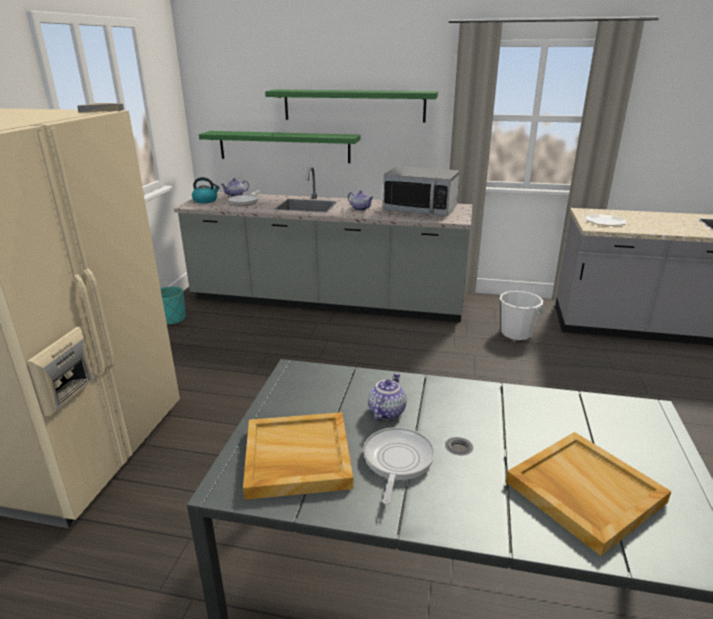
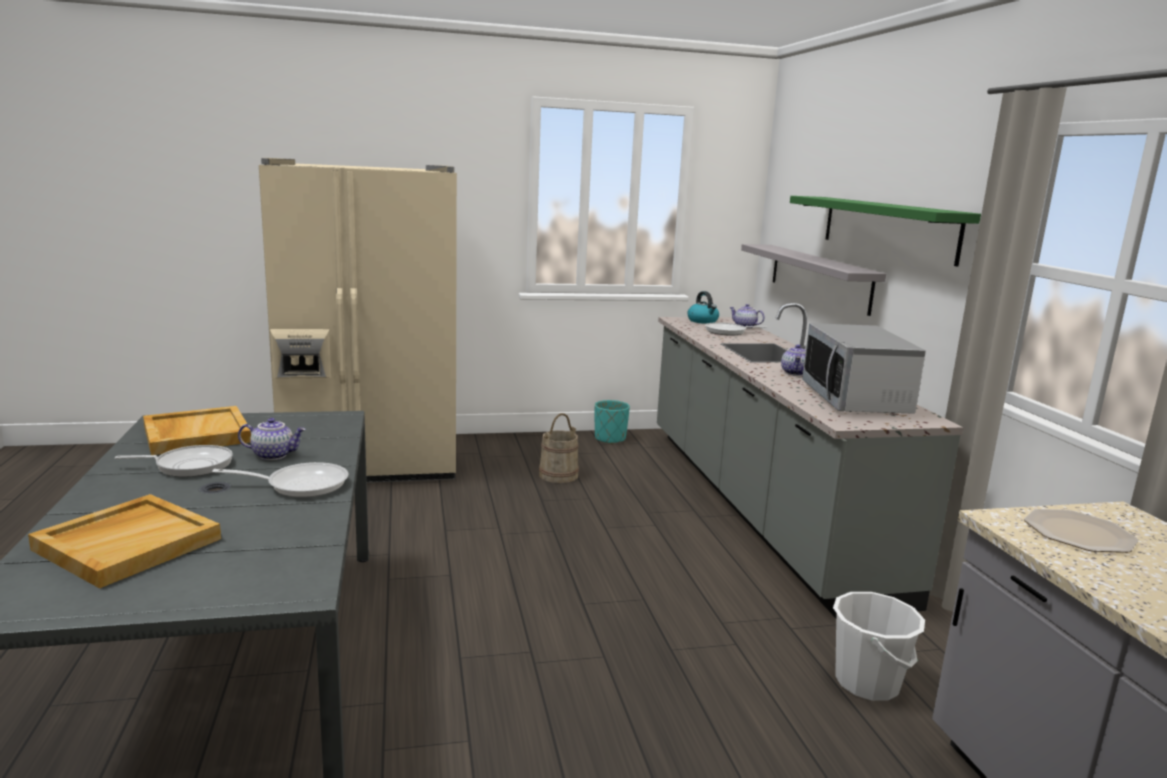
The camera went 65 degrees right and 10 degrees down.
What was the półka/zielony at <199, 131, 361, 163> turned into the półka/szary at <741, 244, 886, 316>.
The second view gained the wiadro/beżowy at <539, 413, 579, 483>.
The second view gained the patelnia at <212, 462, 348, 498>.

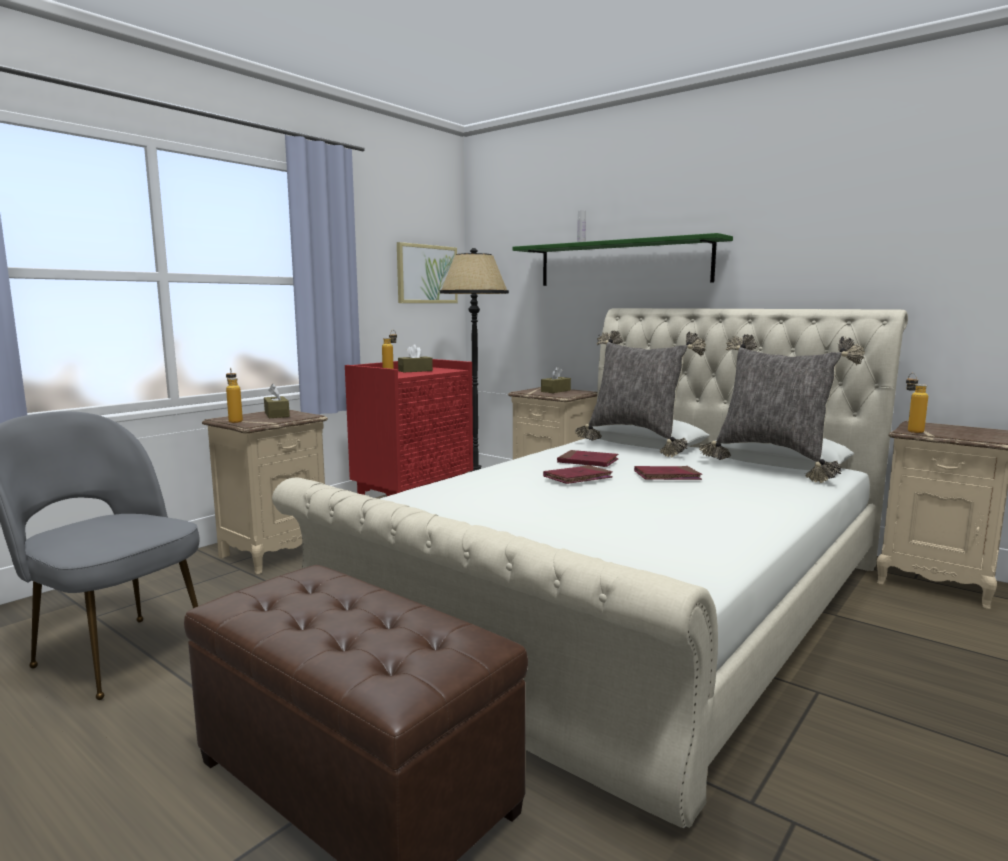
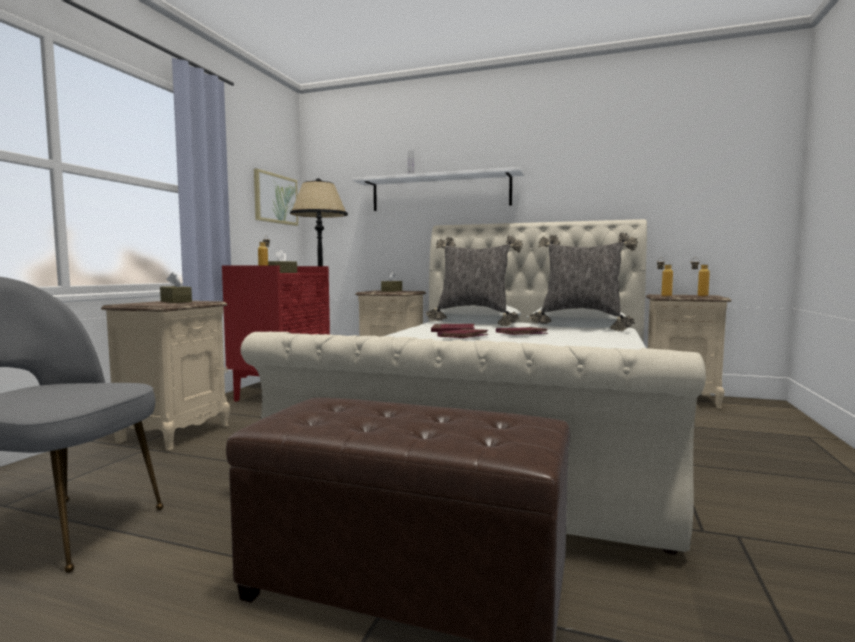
The camera went 20 degrees left and 5 degrees down.
What was the półka/zielony at <513, 233, 733, 286> turned into the półka/biały at <352, 167, 524, 211>.
The butelka ended up elsewhere, having gone from <226, 368, 243, 423> to <691, 258, 710, 296>.

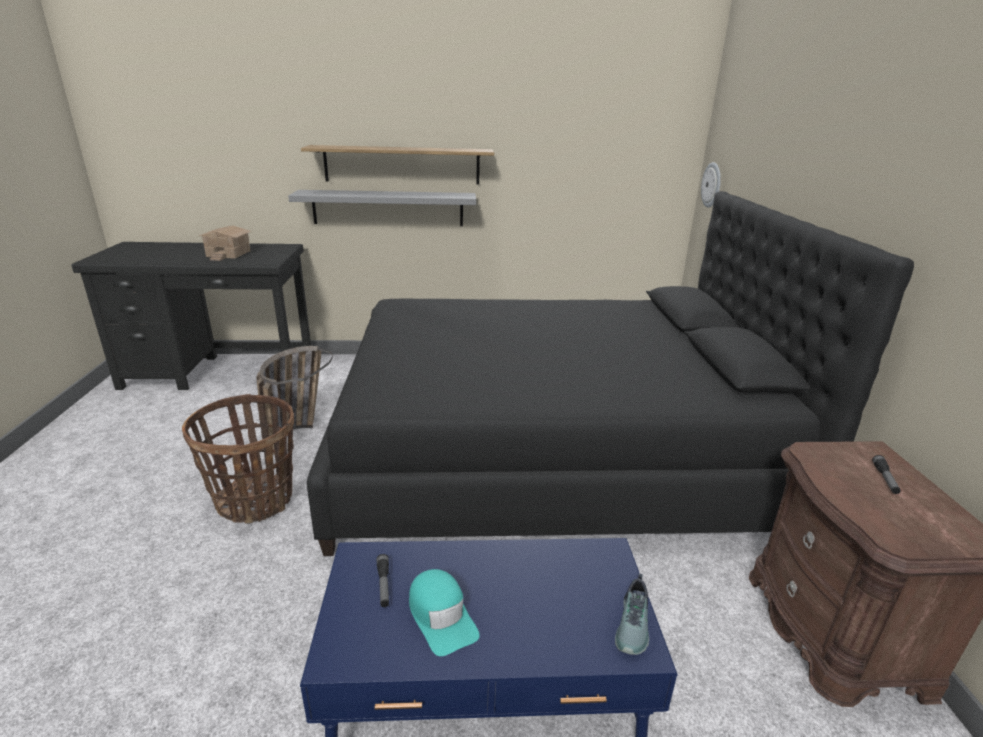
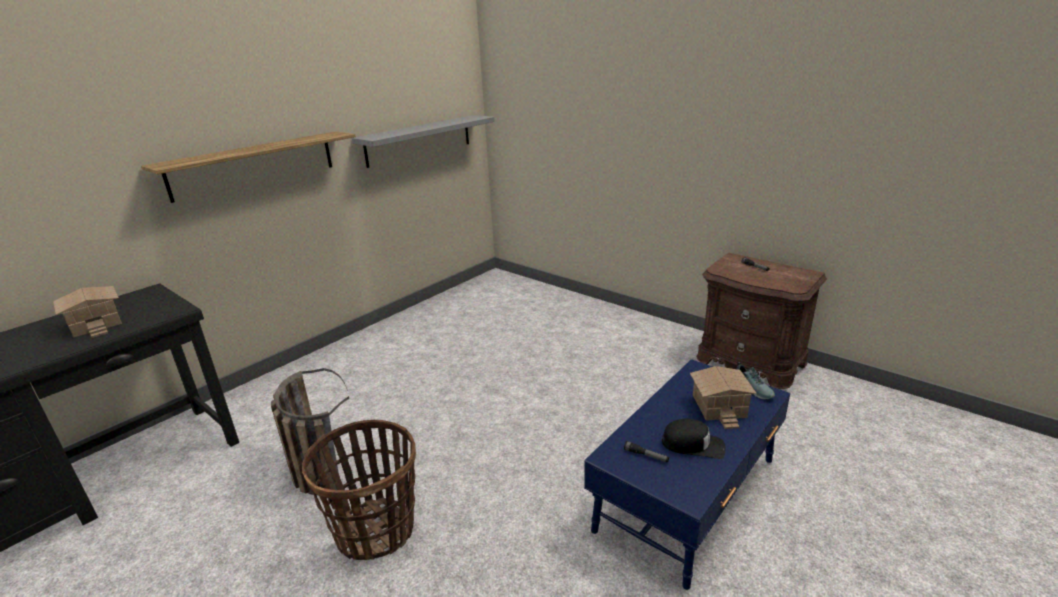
The camera went 45 degrees left and 0 degrees up.
The second view lost the zegar ścienny at <701, 162, 721, 208>.
The półka/szary ended up elsewhere, having gone from <288, 190, 476, 226> to <352, 115, 495, 168>.
The second view lost the łóżko/czarny at <307, 191, 914, 556>.
What was the czapka z daszkiem/turkusowy at <409, 569, 480, 656> turned into the czapka z daszkiem/czarny at <662, 419, 725, 459>.
The second view gained the domek at <690, 366, 757, 429>.

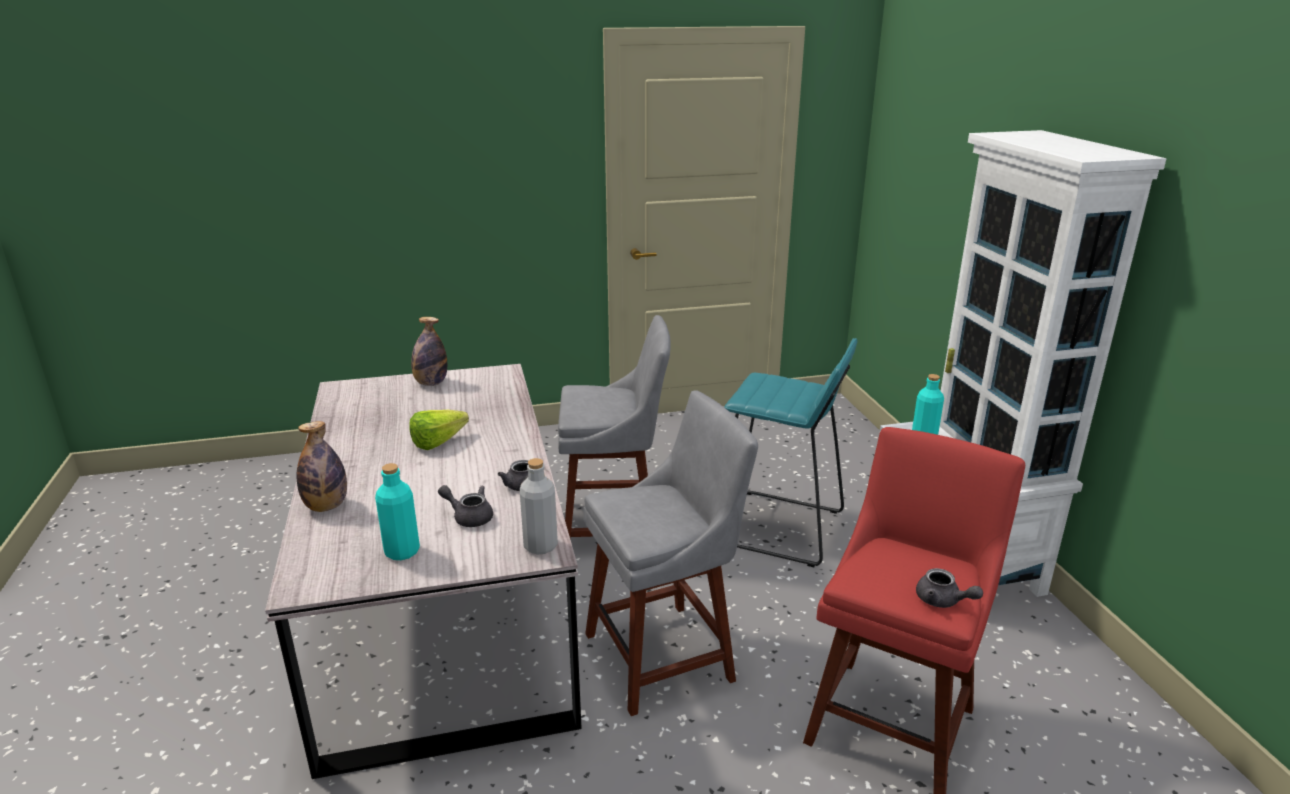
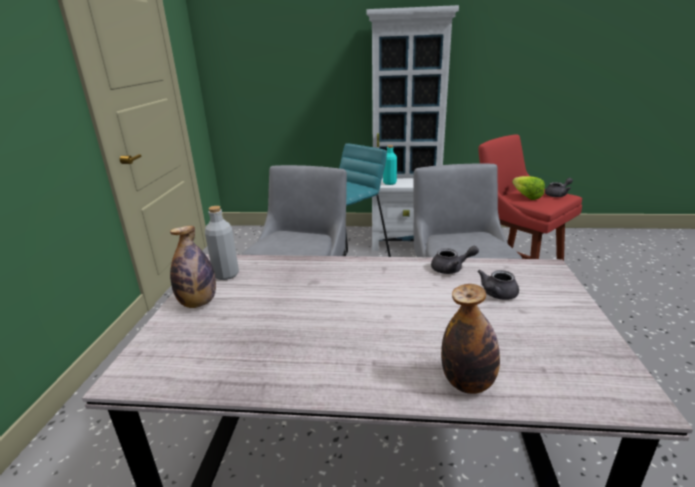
The camera went 70 degrees left and 0 degrees up.
The sałata ended up elsewhere, having gone from <409, 410, 469, 450> to <512, 176, 545, 200>.
The butelka/szary ended up elsewhere, having gone from <520, 458, 558, 555> to <205, 206, 239, 280>.
The second view lost the butelka/turkusowy at <375, 463, 420, 560>.

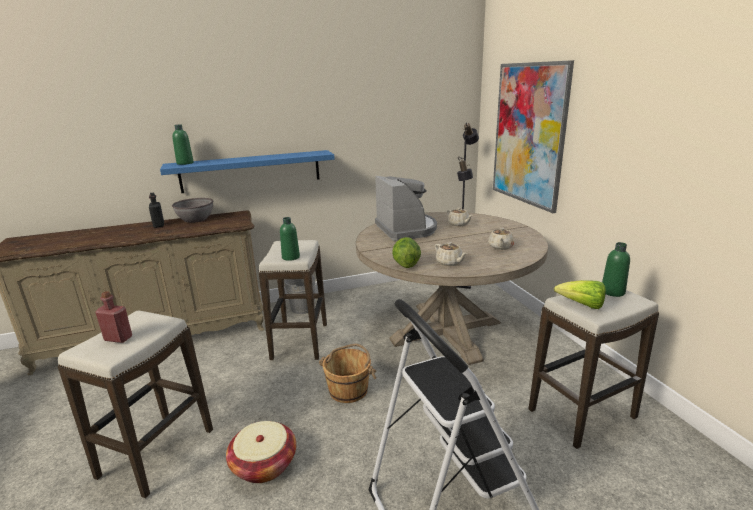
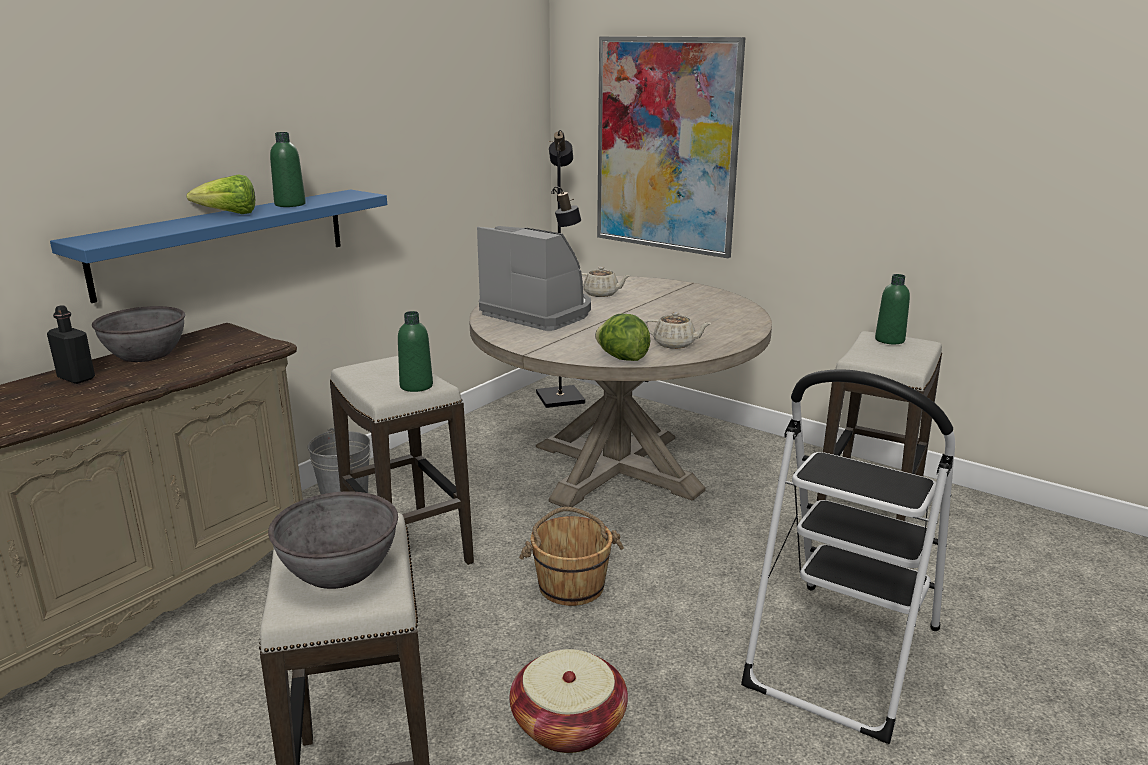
The camera went 35 degrees left and 0 degrees up.
The butelka/zielony ended up elsewhere, having gone from <172, 125, 194, 165> to <270, 132, 306, 207>.
The second view lost the imbryk/beżowy at <488, 228, 515, 250>.
The sałata ended up elsewhere, having gone from <554, 280, 606, 309> to <186, 174, 255, 214>.
Where the butelka/czerwony stood at <95, 291, 132, 343>, the miska/szary came to stand at <268, 491, 398, 589>.

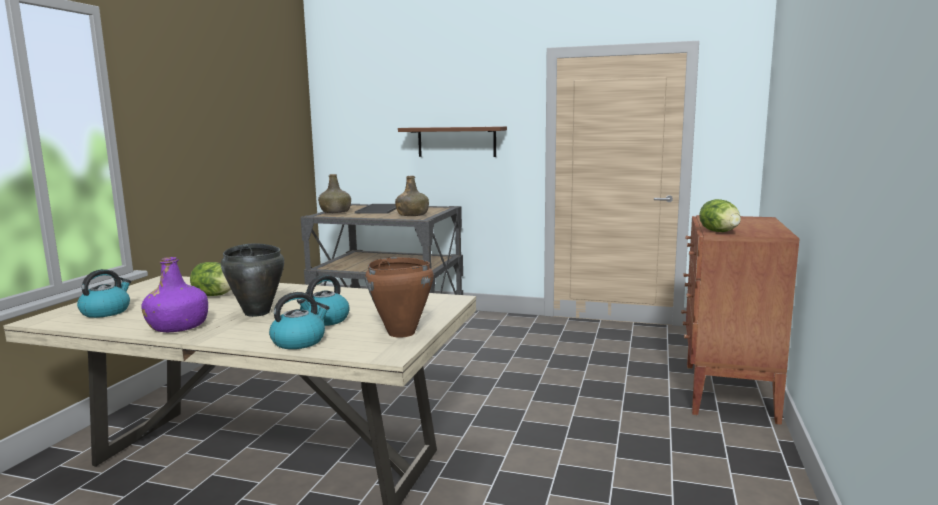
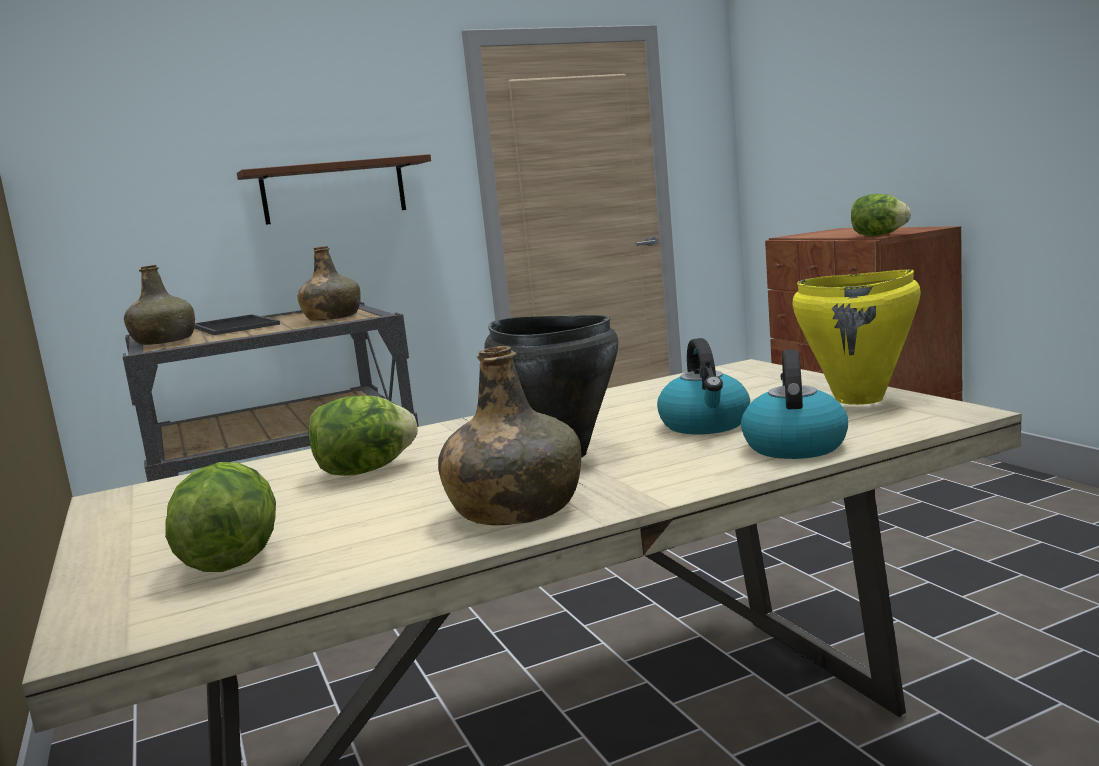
The camera went 40 degrees left and 0 degrees up.
What was the butelka/fioletowy at <141, 257, 208, 332> turned into the butelka/zielony at <438, 346, 581, 526>.
What was the garnek/brązowy at <365, 257, 434, 338> turned into the garnek/żółty at <793, 269, 921, 405>.
Where the czajnik stood at <77, 269, 131, 318>, the sałata came to stand at <165, 462, 276, 572>.

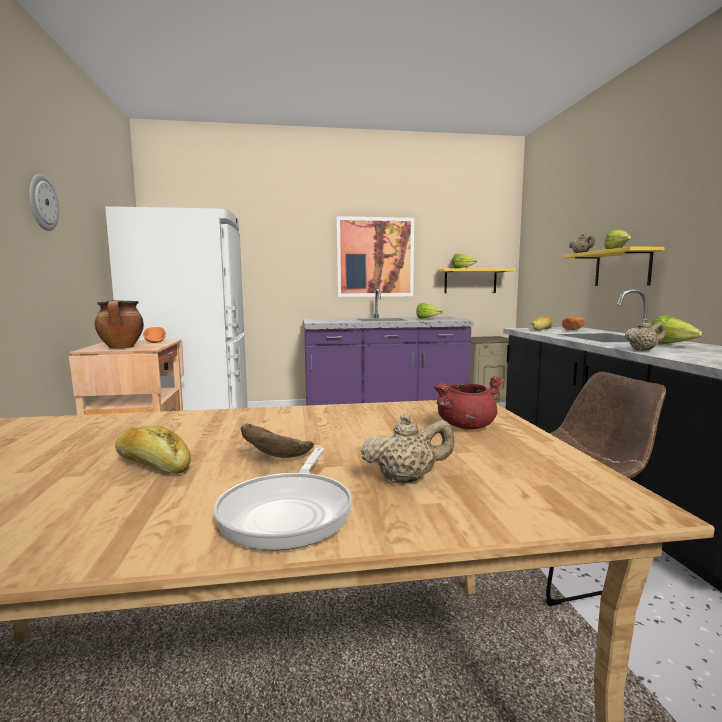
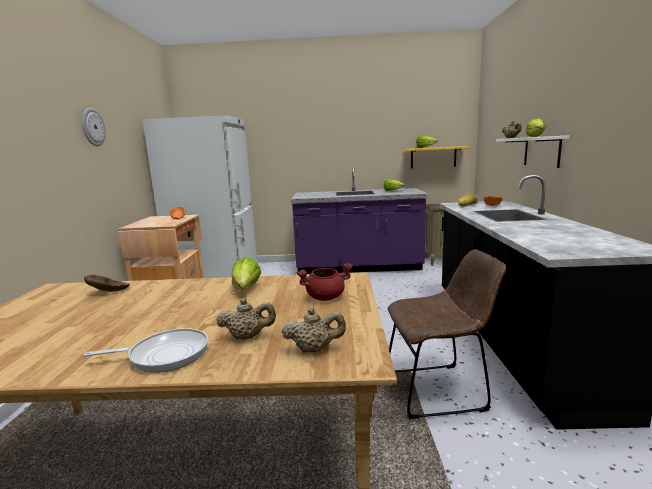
The camera went 10 degrees right and 5 degrees up.
The second view lost the obraz at <336, 216, 414, 297>.
What was the półka/żółty at <563, 246, 665, 286> turned into the półka/biały at <496, 136, 569, 168>.
The second view lost the garnek at <95, 300, 144, 349>.
The sałata ended up elsewhere, having gone from <651, 315, 702, 344> to <232, 257, 261, 290>.
The imbryk/beżowy ended up elsewhere, having gone from <625, 318, 666, 351> to <282, 308, 346, 353>.
The miska/brązowy ended up elsewhere, having gone from <241, 423, 314, 458> to <84, 275, 130, 292>.
The second view lost the chleb at <115, 426, 191, 474>.
The patelnia at <214, 448, 352, 551> ended up facing another way, 120 degrees counterclockwise from before.

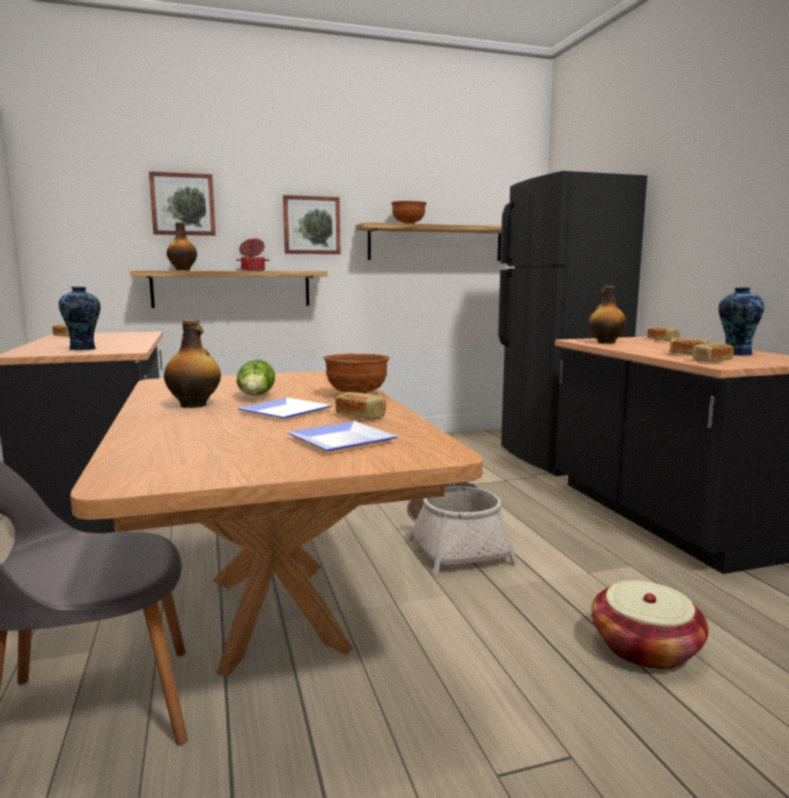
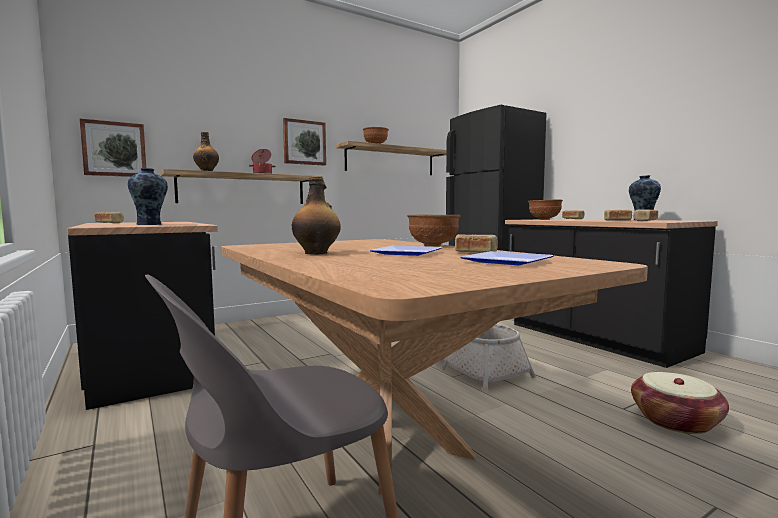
The camera went 15 degrees left and 5 degrees down.
The obraz ended up elsewhere, having gone from <149, 171, 216, 236> to <80, 118, 146, 177>.
Where the butelka stood at <589, 285, 626, 344>, the miska/brązowy came to stand at <528, 200, 563, 220>.
The second view lost the sałata at <236, 360, 275, 396>.

